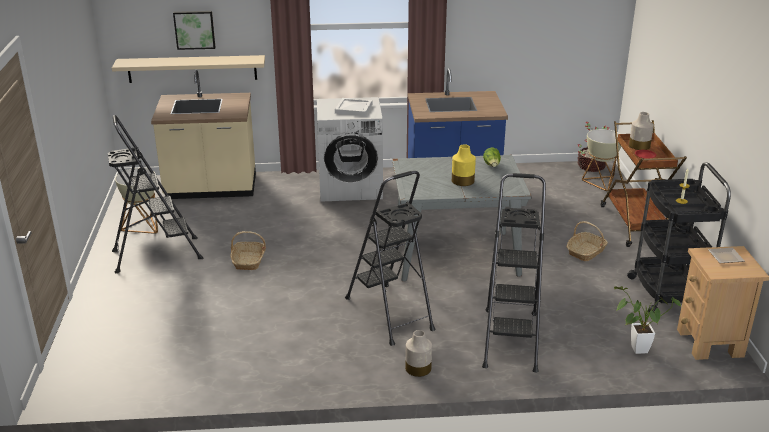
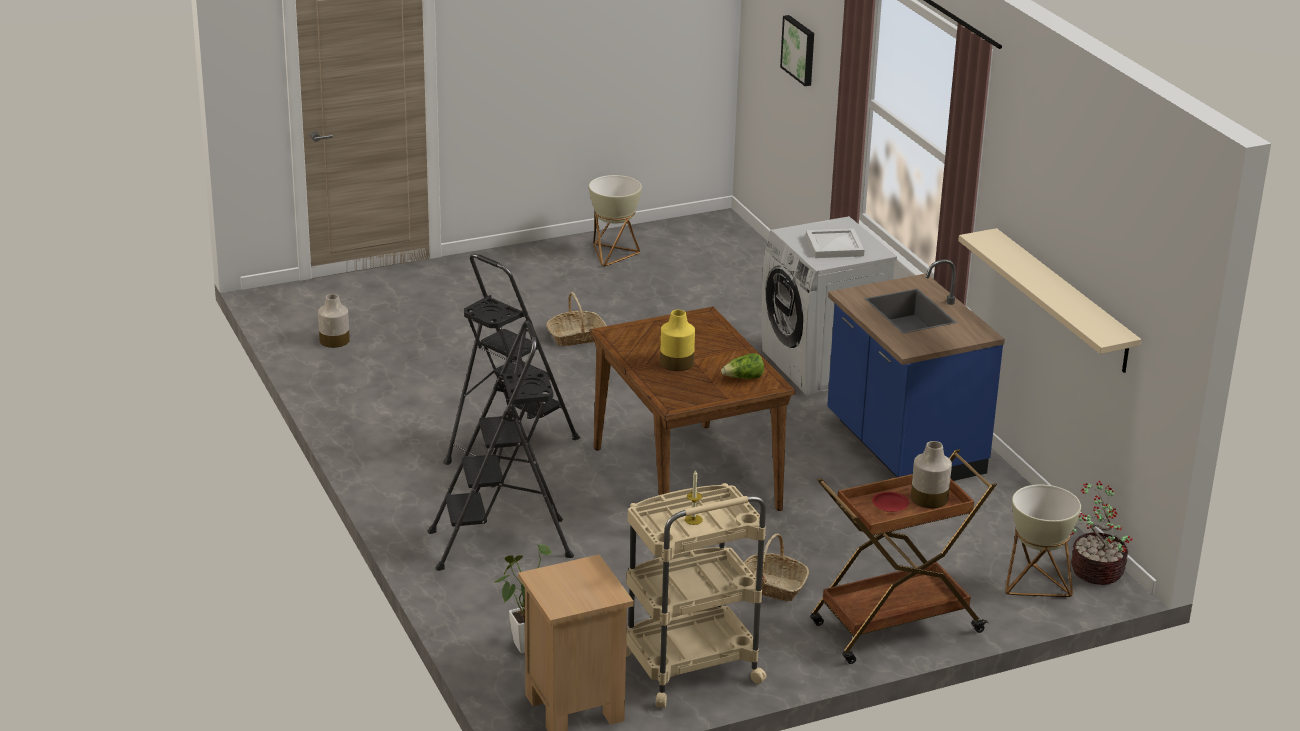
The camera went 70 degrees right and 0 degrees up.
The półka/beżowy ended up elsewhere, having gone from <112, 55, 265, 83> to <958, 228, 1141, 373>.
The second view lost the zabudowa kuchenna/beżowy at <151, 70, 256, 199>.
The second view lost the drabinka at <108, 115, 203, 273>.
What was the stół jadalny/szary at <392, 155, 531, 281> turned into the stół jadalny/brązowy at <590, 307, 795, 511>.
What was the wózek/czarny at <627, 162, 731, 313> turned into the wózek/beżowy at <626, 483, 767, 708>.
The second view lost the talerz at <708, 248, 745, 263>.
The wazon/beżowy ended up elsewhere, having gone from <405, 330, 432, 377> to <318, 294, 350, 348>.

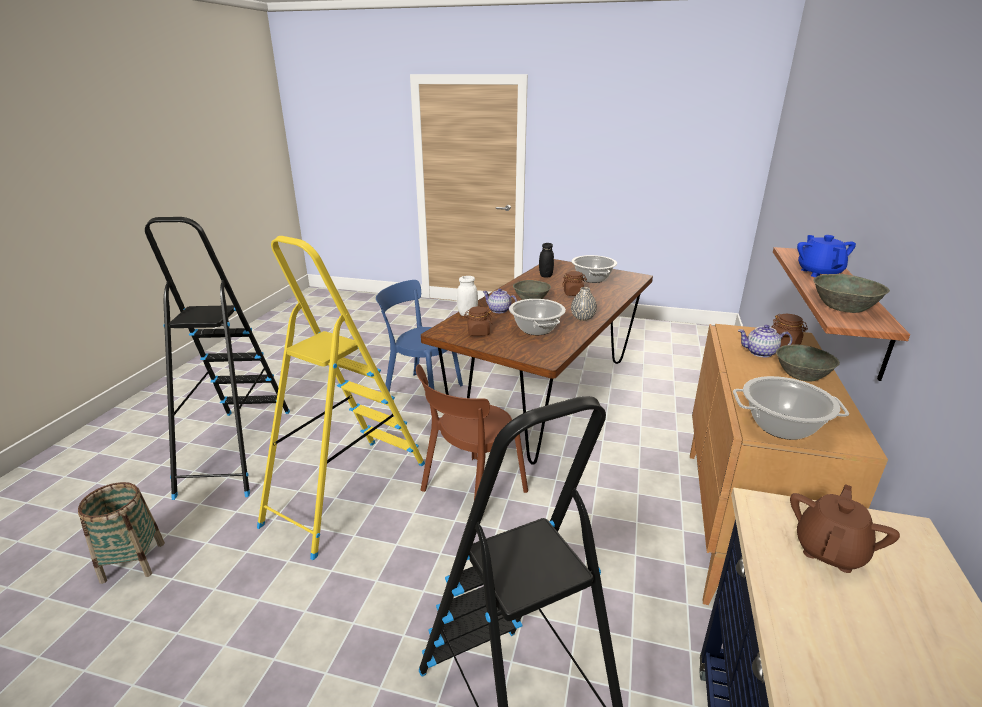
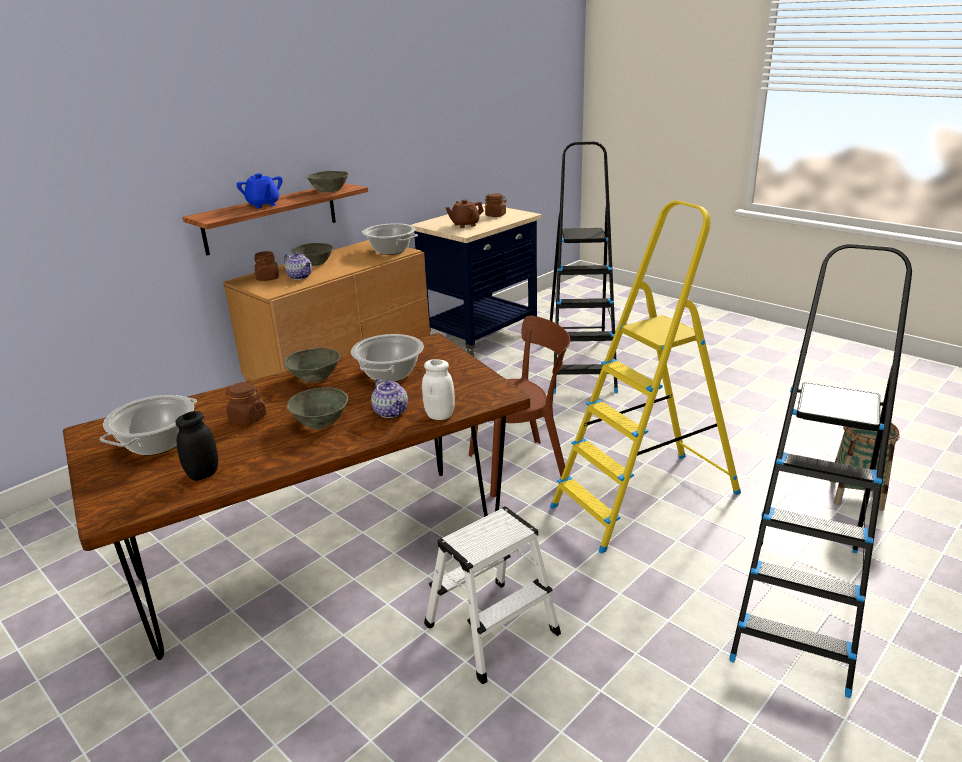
The camera went 150 degrees left and 0 degrees up.
The imbryk/niebieski at <797, 235, 856, 277> ended up facing another way, 60 degrees counterclockwise from before.
Where the krzesło/niebieski stood at <376, 280, 463, 393>, the drabinka/biały came to stand at <424, 506, 561, 684>.
Where the wazon/szary stood at <571, 287, 597, 321>, the miska/szary came to stand at <284, 348, 340, 383>.
The słoik/brązowy ended up elsewhere, having gone from <464, 306, 492, 336> to <485, 194, 507, 217>.

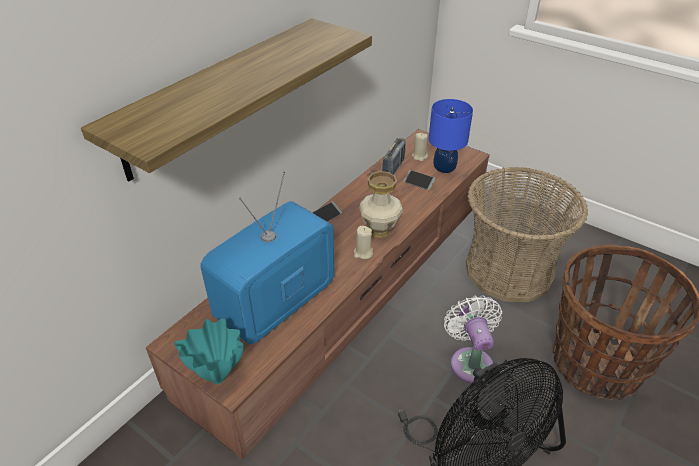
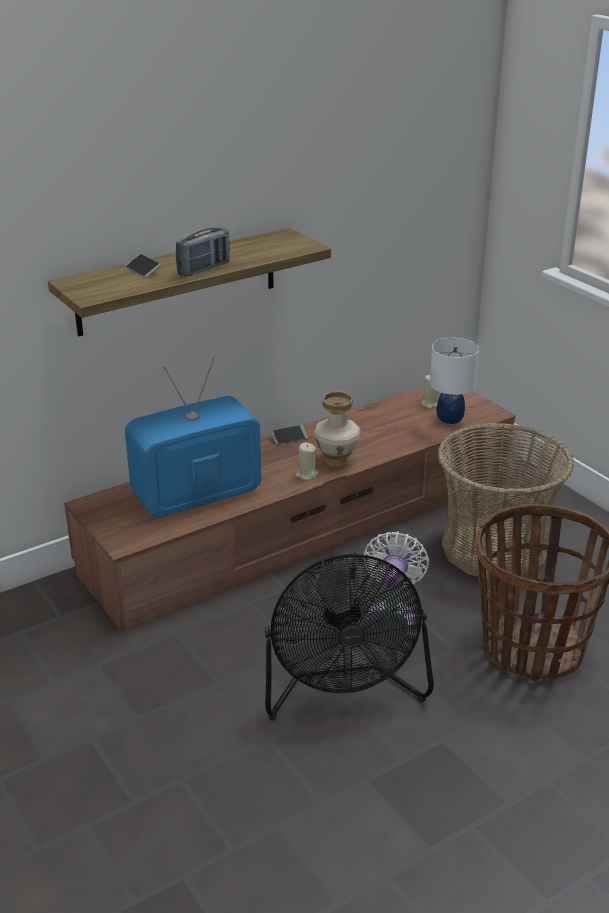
The camera went 20 degrees right and 10 degrees down.
What was the lampa stołowa/niebieski at <429, 99, 473, 173> turned into the lampa stołowa/biały at <430, 338, 479, 424>.
The radio ended up elsewhere, having gone from <382, 138, 406, 175> to <176, 228, 230, 277>.
The telefon ended up elsewhere, having gone from <403, 170, 435, 190> to <125, 253, 162, 278>.
The second view lost the wazon/turkusowy at <174, 319, 244, 384>.

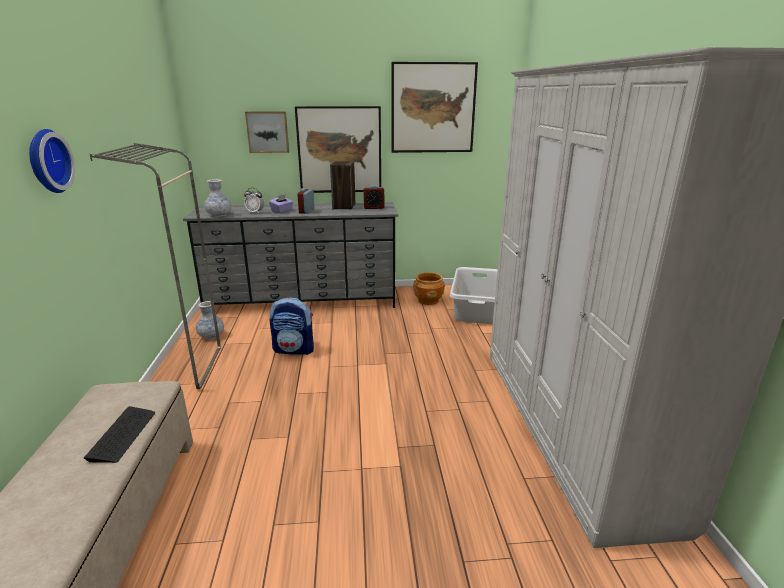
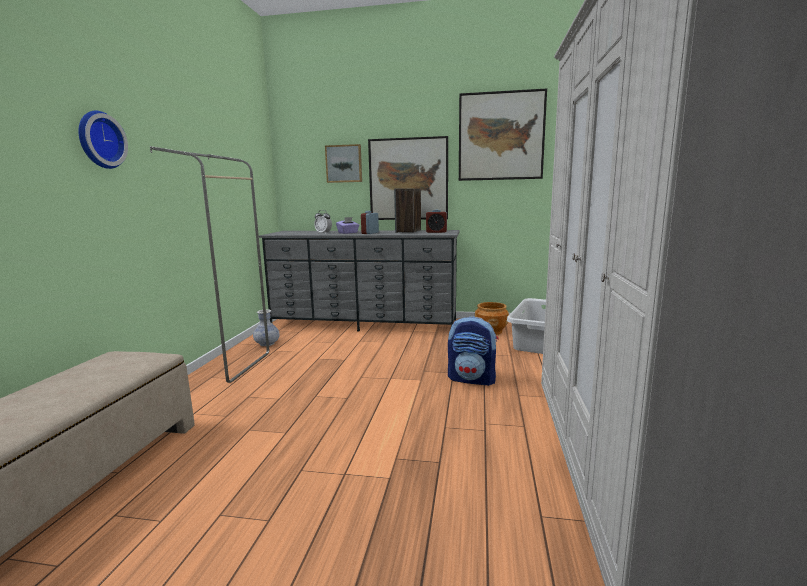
The camera went 15 degrees right and 10 degrees down.
The second view lost the wazon at <204, 179, 232, 217>.
The plecak ended up elsewhere, having gone from <270, 297, 314, 355> to <448, 317, 499, 386>.
The second view lost the klawiatura at <84, 406, 155, 463>.

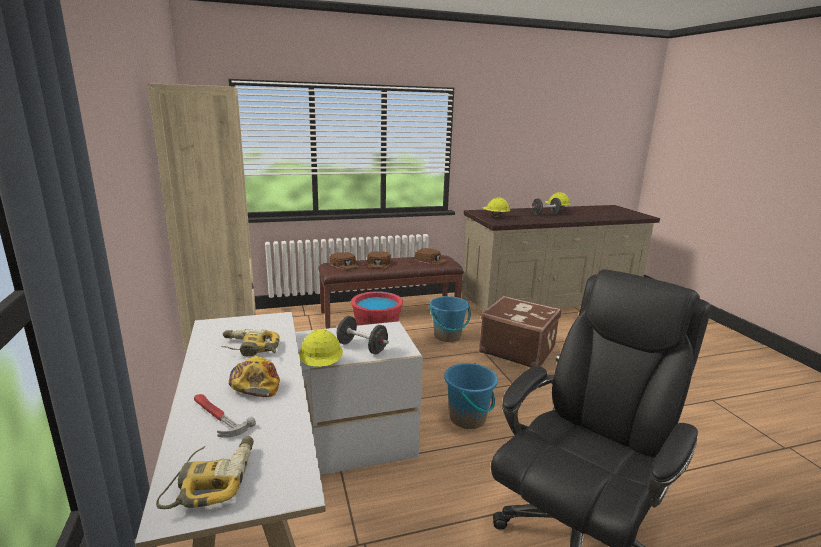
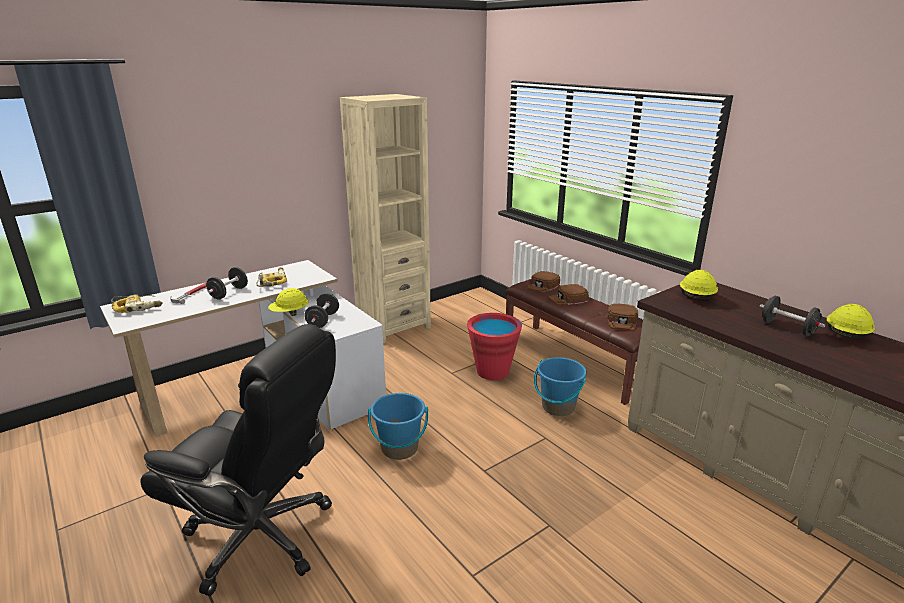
The camera went 70 degrees right and 5 degrees up.
The second view lost the walizka/brązowy at <479, 296, 561, 368>.
Where the czapka z daszkiem stood at <229, 356, 280, 397>, the hantel/czarny came to stand at <206, 267, 248, 300>.

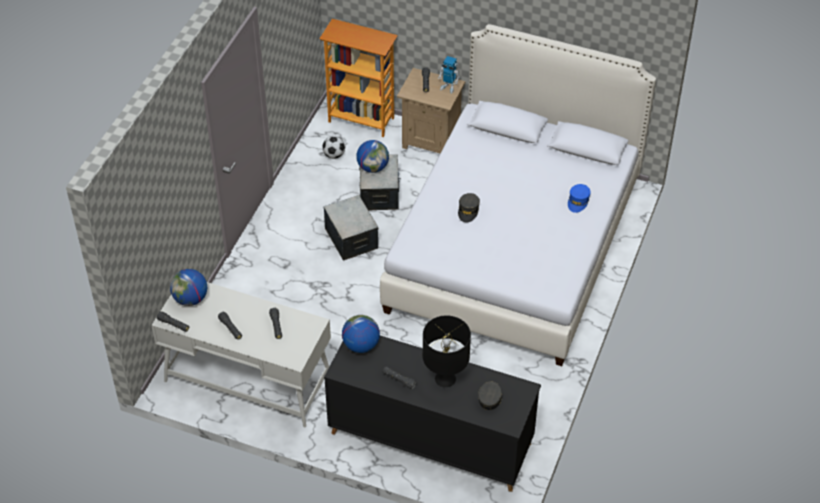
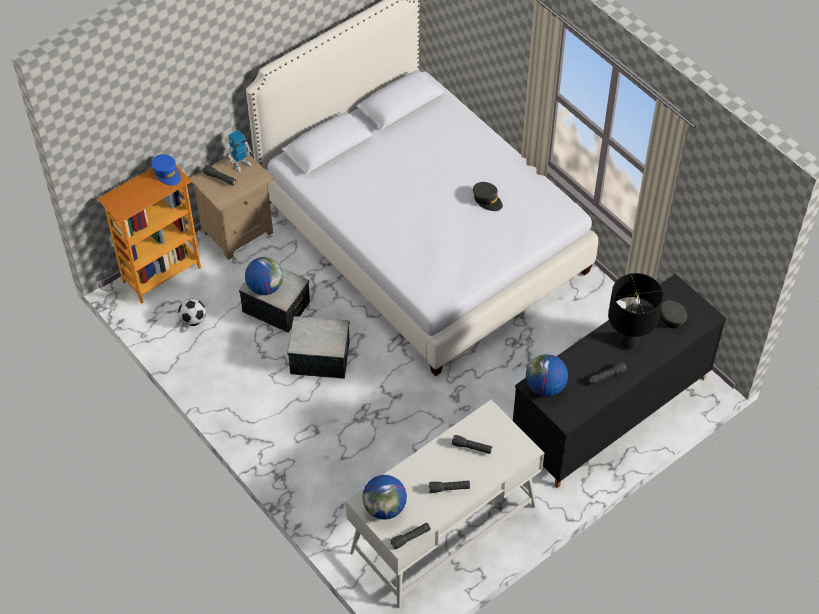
The camera went 60 degrees left and 5 degrees up.
The czapka z daszkiem/niebieski ended up elsewhere, having gone from <568, 184, 591, 213> to <151, 154, 181, 186>.
The czapka z daszkiem/szary ended up elsewhere, having gone from <458, 193, 480, 223> to <473, 182, 503, 211>.

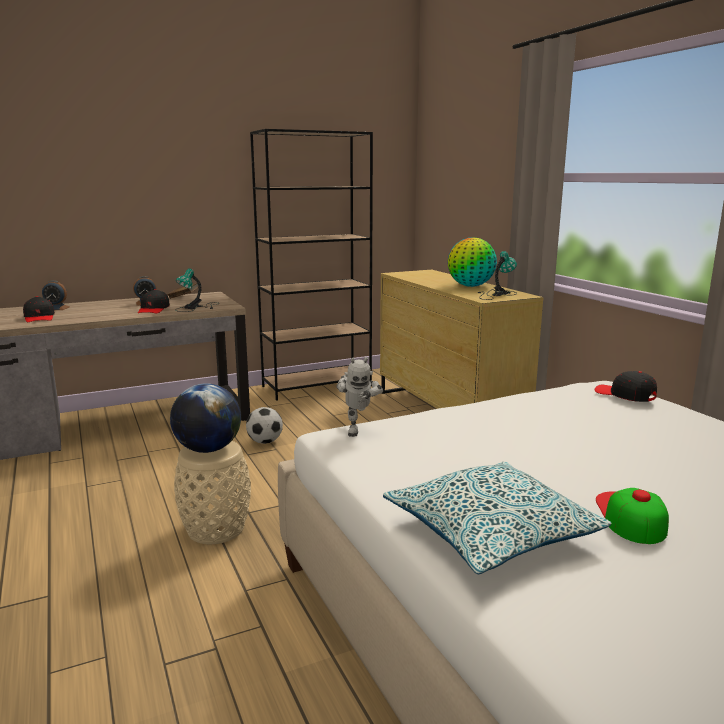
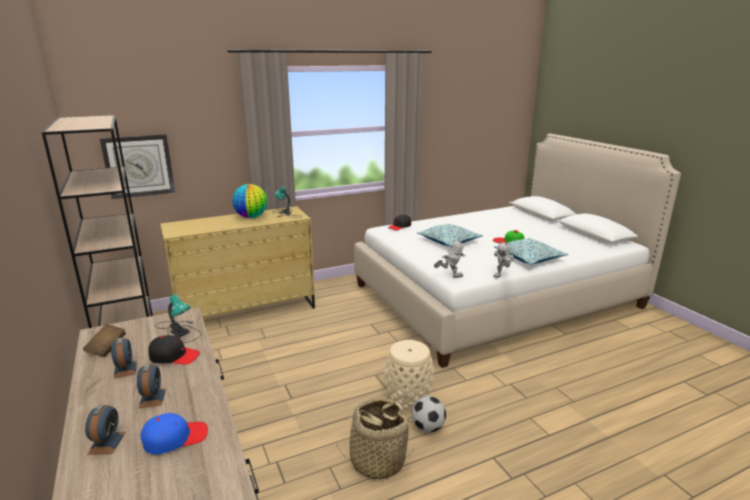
The camera went 90 degrees left and 5 degrees up.
What was the czapka z daszkiem/czarny at <23, 296, 55, 322> turned into the czapka z daszkiem/niebieski at <140, 413, 208, 455>.
The second view lost the globus at <170, 383, 241, 453>.
The piłka futbolowa ended up elsewhere, having gone from <246, 407, 283, 444> to <411, 396, 446, 432>.
The second view gained the zegar ścienny at <100, 134, 175, 199>.
The second view gained the poduszka at <417, 224, 483, 247>.
The second view gained the robot zabawkowy at <493, 241, 514, 278>.
The second view gained the budzik at <137, 364, 166, 408>.
The second view gained the koszyk at <336, 398, 413, 480>.

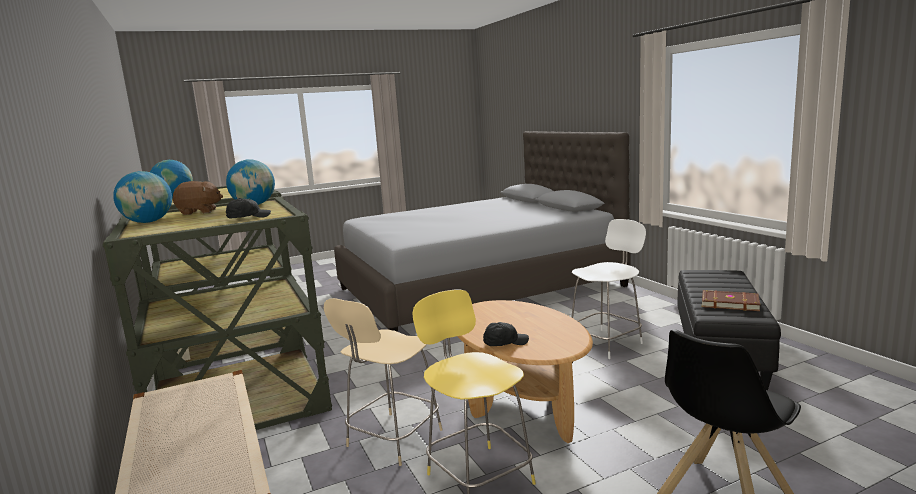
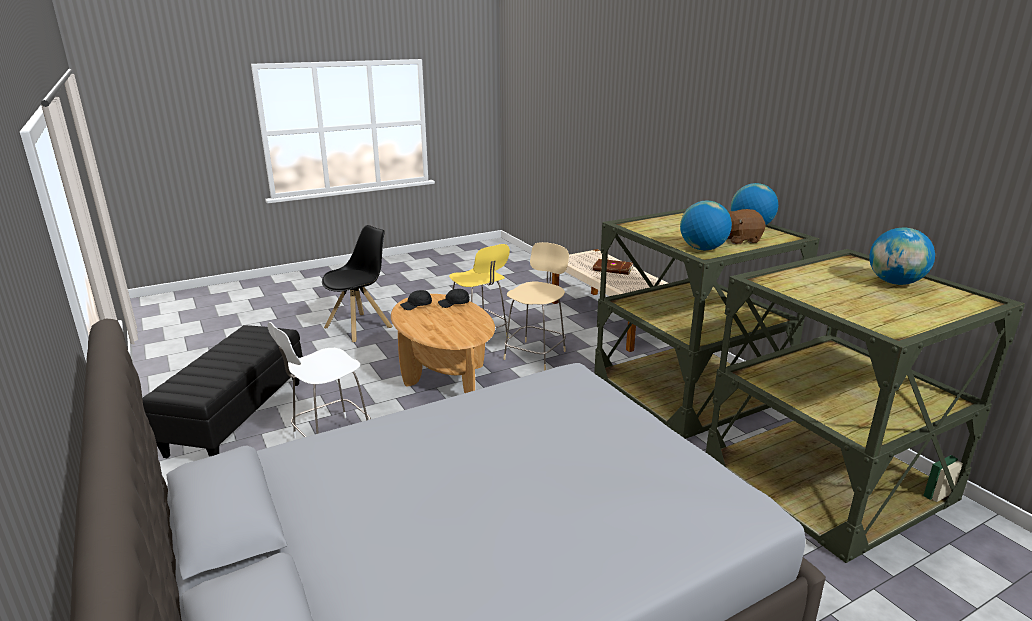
The camera went 175 degrees right and 10 degrees up.
The czapka z daszkiem/czarny ended up elsewhere, having gone from <226, 198, 271, 218> to <400, 290, 432, 310>.
The książka/brązowy ended up elsewhere, having gone from <702, 290, 760, 311> to <593, 259, 633, 275>.

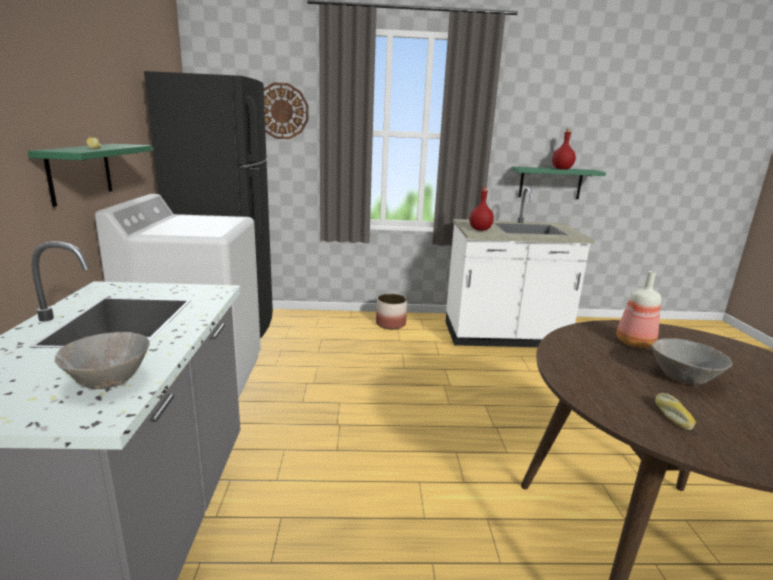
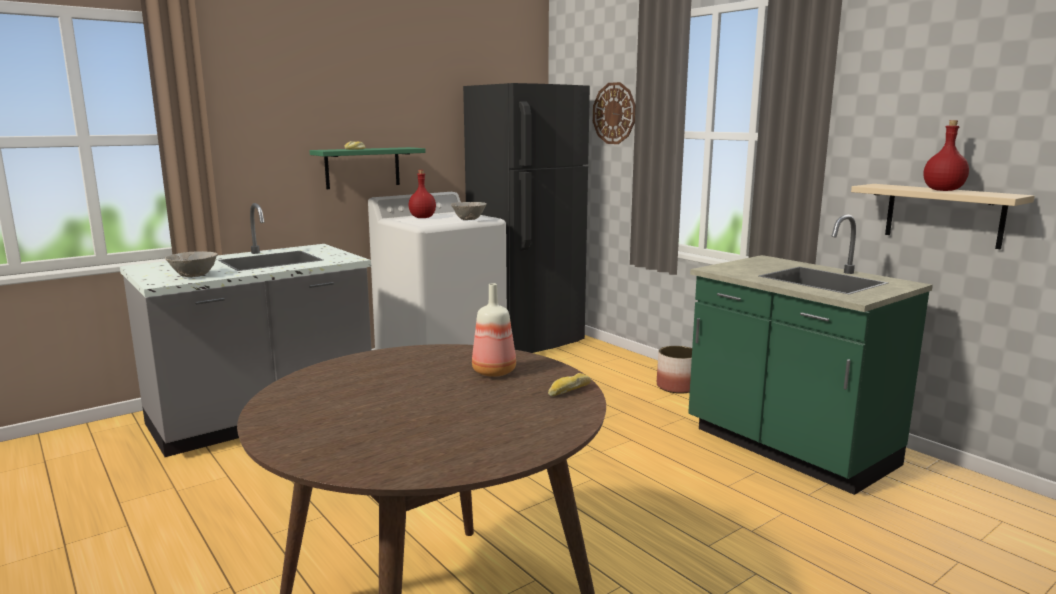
The camera went 55 degrees right and 5 degrees down.
What was the półka/zielony at <511, 167, 606, 199> turned into the półka/beżowy at <851, 184, 1035, 249>.
What was the zabudowa kuchenna/biały at <446, 187, 595, 347> turned into the zabudowa kuchenna/zielony at <688, 214, 933, 495>.
The butelka/czerwony ended up elsewhere, having gone from <469, 187, 494, 231> to <408, 170, 436, 218>.
The miska/szary ended up elsewhere, having gone from <652, 338, 733, 385> to <451, 202, 487, 220>.
The chleb ended up elsewhere, having gone from <655, 393, 696, 430> to <548, 373, 591, 396>.

